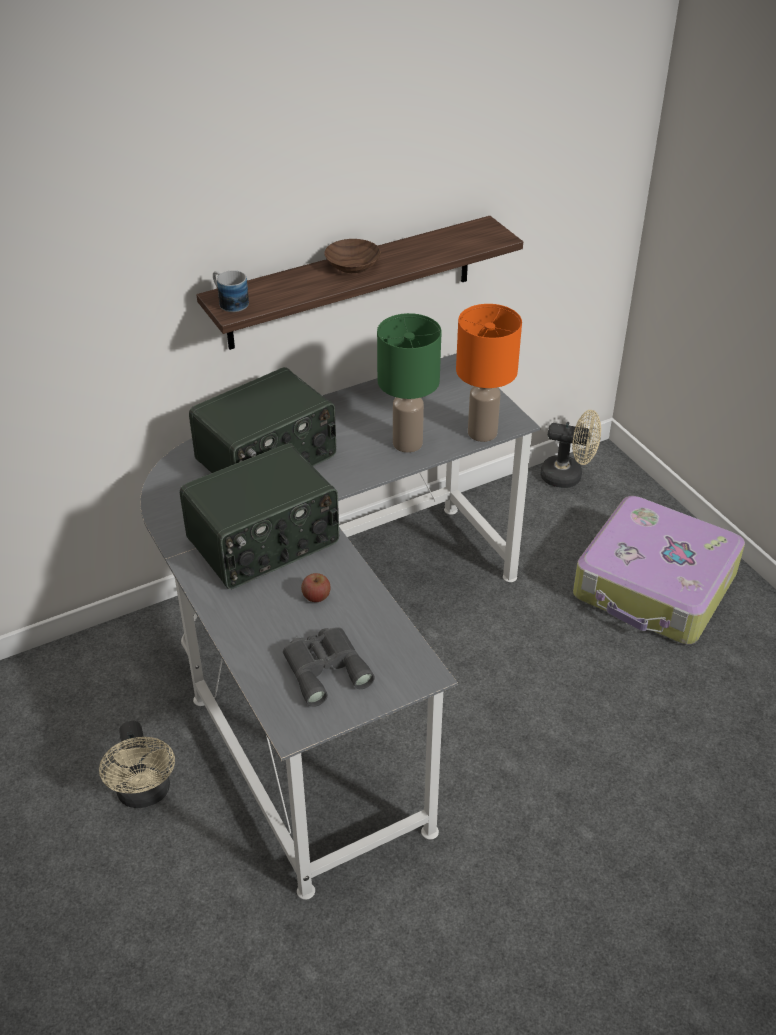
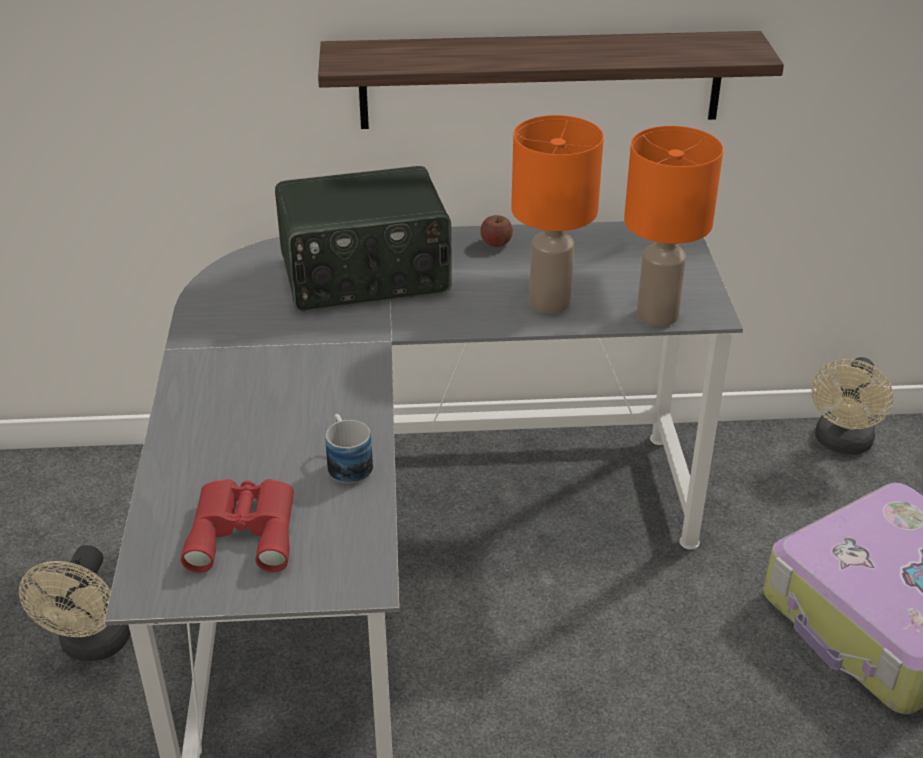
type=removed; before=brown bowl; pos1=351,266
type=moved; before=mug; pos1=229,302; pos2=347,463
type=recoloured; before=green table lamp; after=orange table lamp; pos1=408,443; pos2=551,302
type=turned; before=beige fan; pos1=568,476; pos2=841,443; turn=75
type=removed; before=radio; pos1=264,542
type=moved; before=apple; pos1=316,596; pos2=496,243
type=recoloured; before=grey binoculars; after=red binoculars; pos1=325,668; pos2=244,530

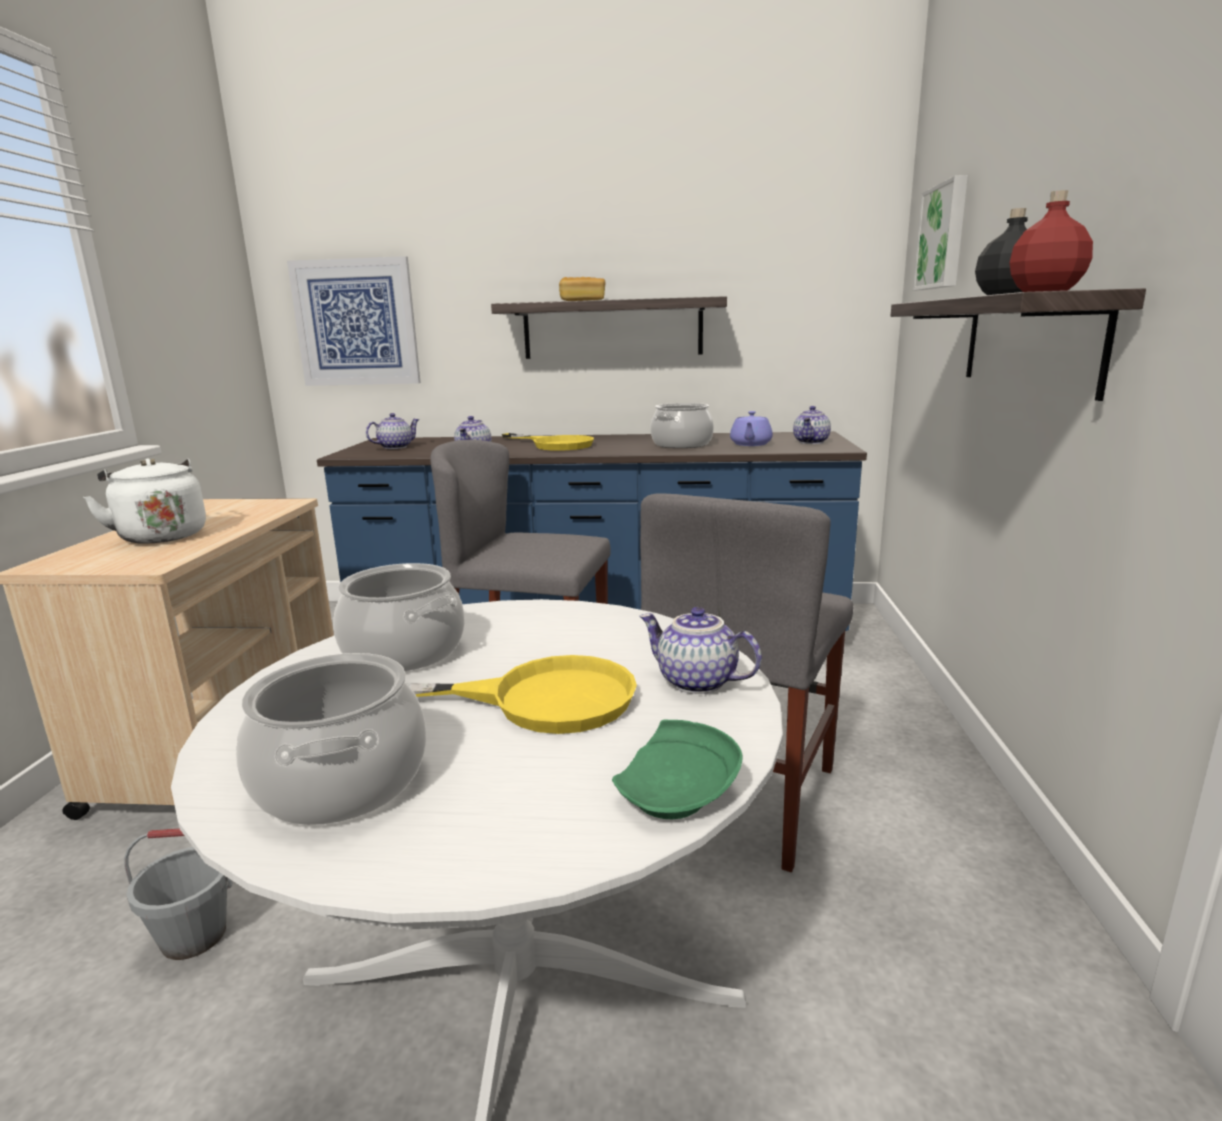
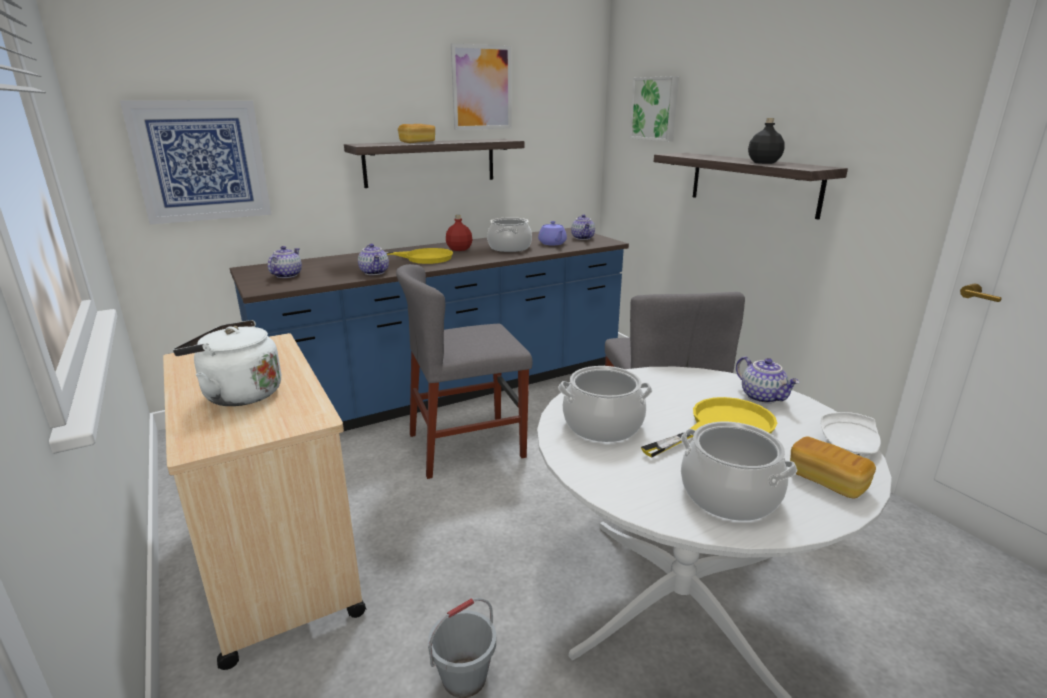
type=moved; before=red bottle; pos1=1043,291; pos2=459,249
type=turned; before=teapot; pos1=695,682; pos2=763,397; turn=-120
type=recoloured; before=green plate; after=white plate; pos1=678,793; pos2=850,445
type=added; after=picture; pos2=482,88
type=added; after=bread; pos2=826,481

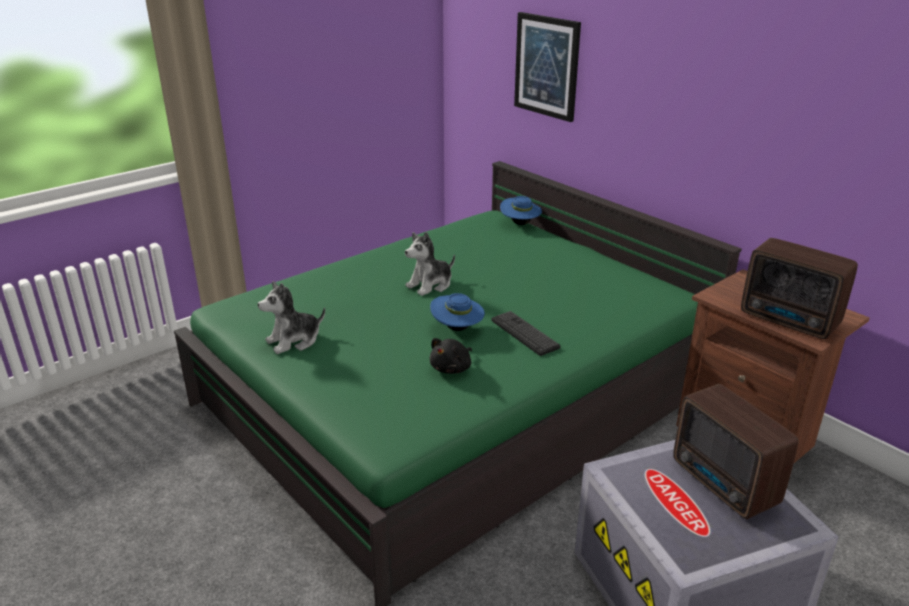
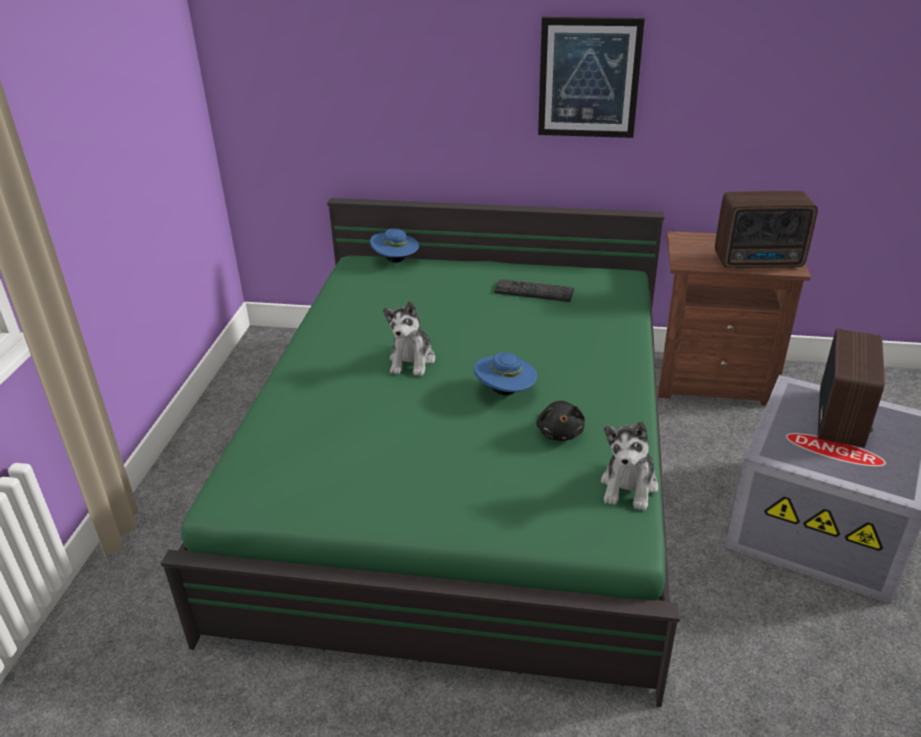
type=moved; before=picture; pos1=547,66; pos2=589,78
type=moved; before=plush toy; pos1=294,341; pos2=629,486
type=moved; before=keyboard; pos1=524,333; pos2=534,291
type=turned; before=radio; pos1=724,485; pos2=842,418; turn=-90

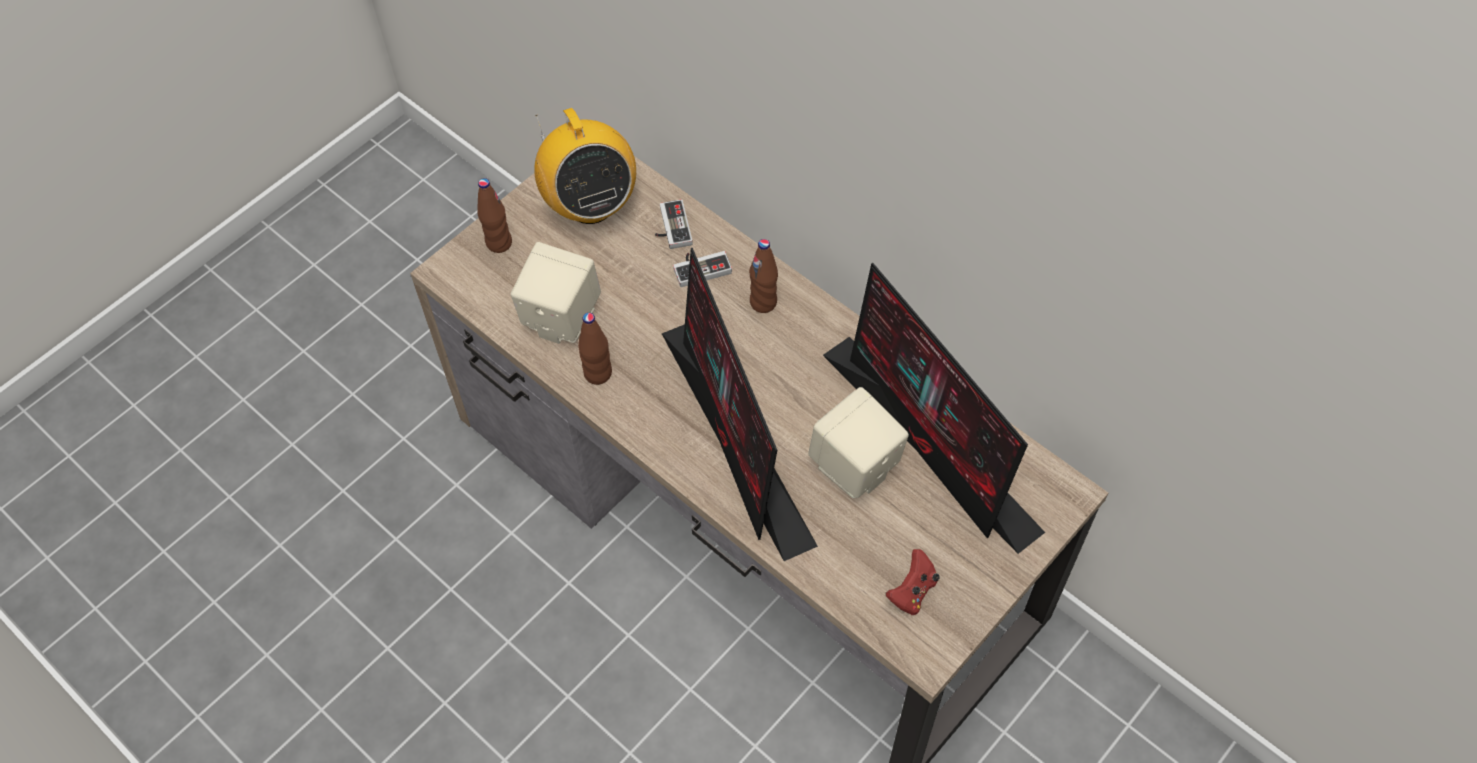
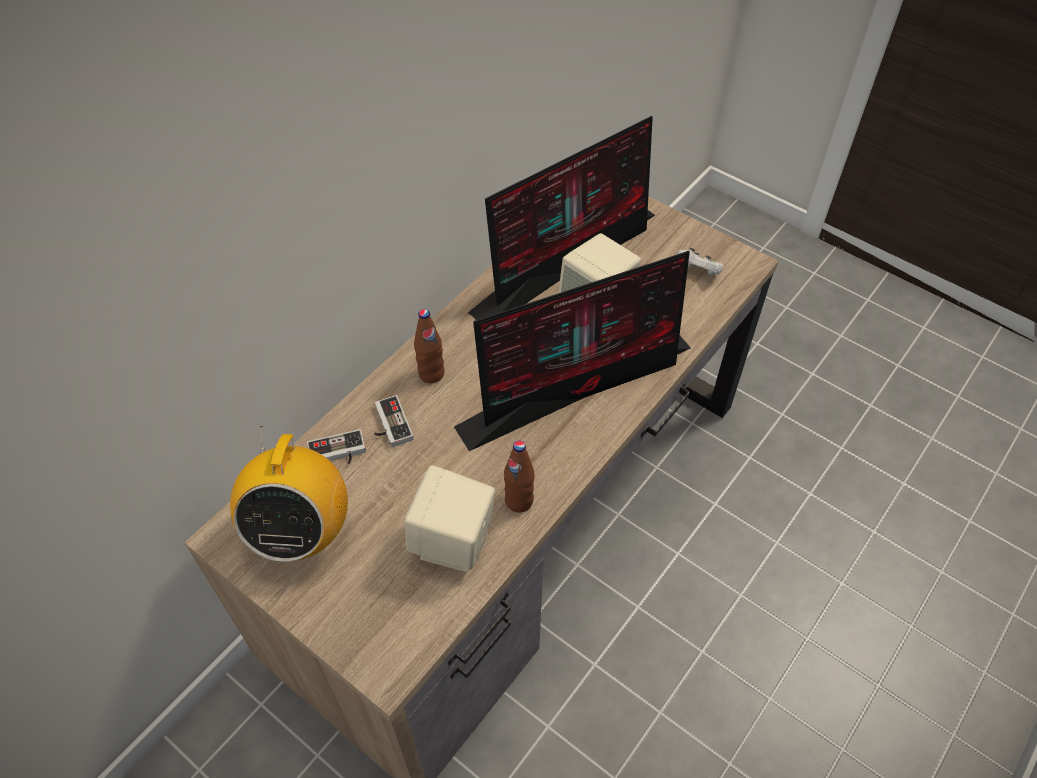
type=turned; before=radio; pos1=590,204; pos2=301,531; turn=120
type=removed; before=brown bottle; pos1=499,243
type=recoloured; before=red game controller; after=white game controller; pos1=912,591; pos2=698,271

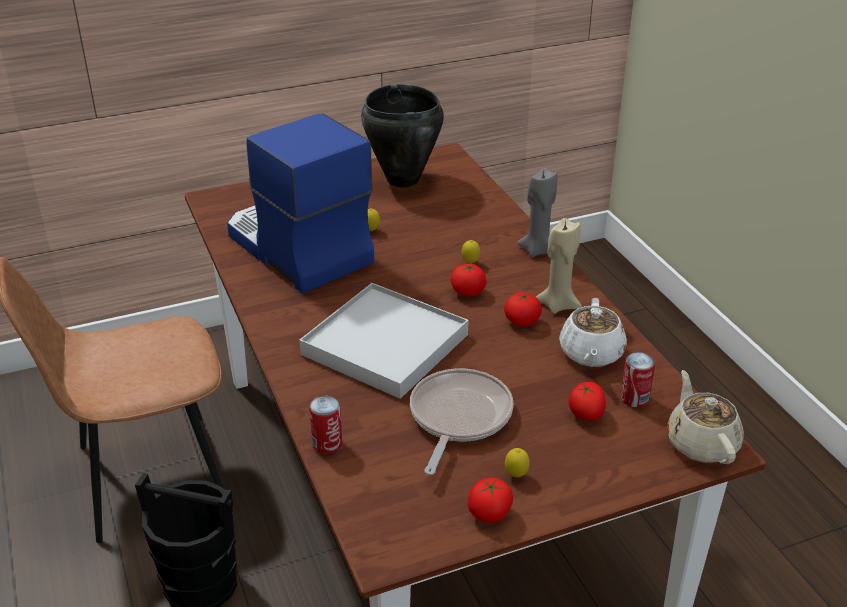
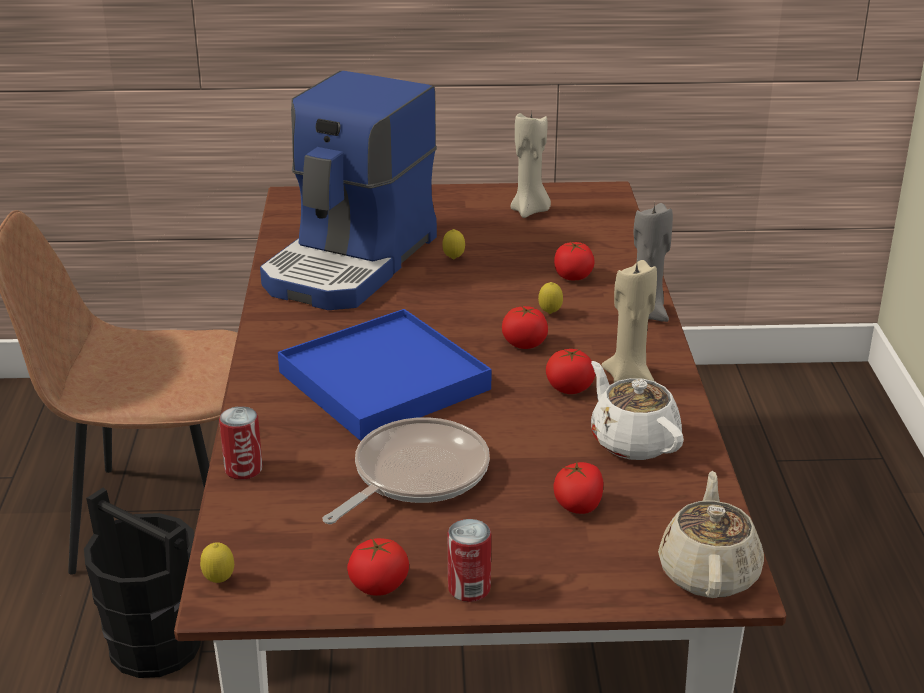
type=replaced; before=black cooking pot; after=beige candle; pos1=402,180; pos2=530,211
type=turned; before=coffee machine; pos1=296,249; pos2=352,263; turn=-135
type=recoloured; before=white tray; after=blue tray; pos1=385,344; pos2=384,380
type=turned; before=white teapot; pos1=591,354; pos2=633,441; turn=120
type=moved; before=can; pos1=634,398; pos2=469,588
type=moved; before=lemon; pos1=516,475; pos2=219,581
type=added; after=tomato; pos2=573,276

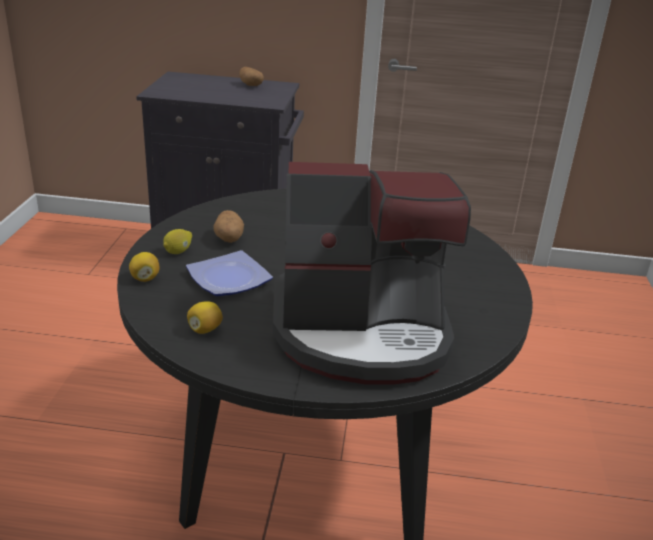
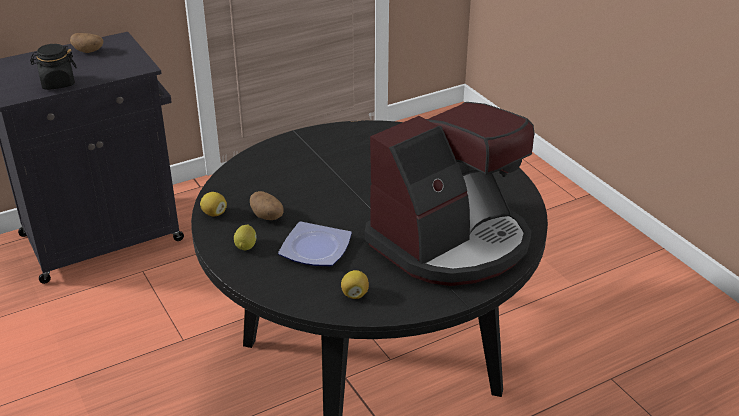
type=moved; before=lemon; pos1=145,278; pos2=214,213
type=added; after=black jar; pos2=57,83

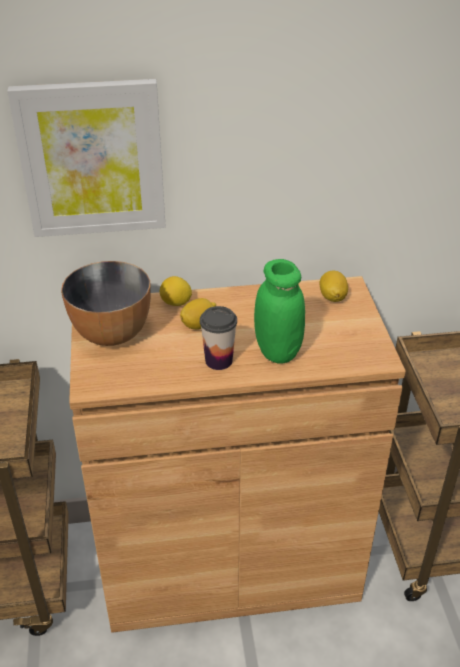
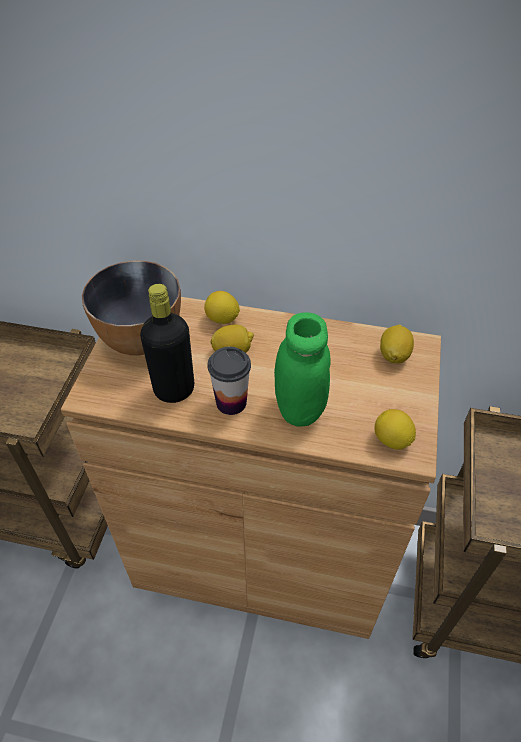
type=removed; before=picture; pos1=92,159
type=added; after=black bottle; pos2=174,390
type=added; after=lemon; pos2=391,440

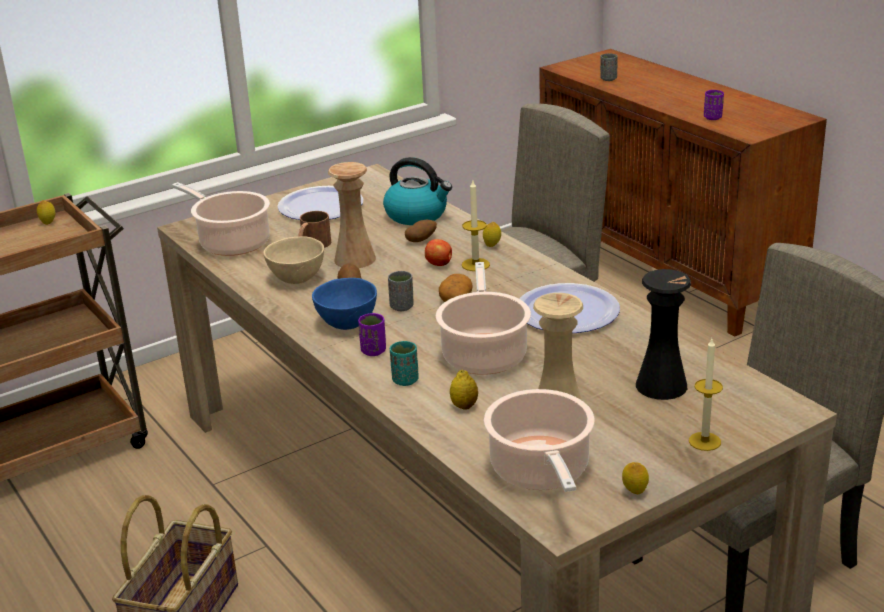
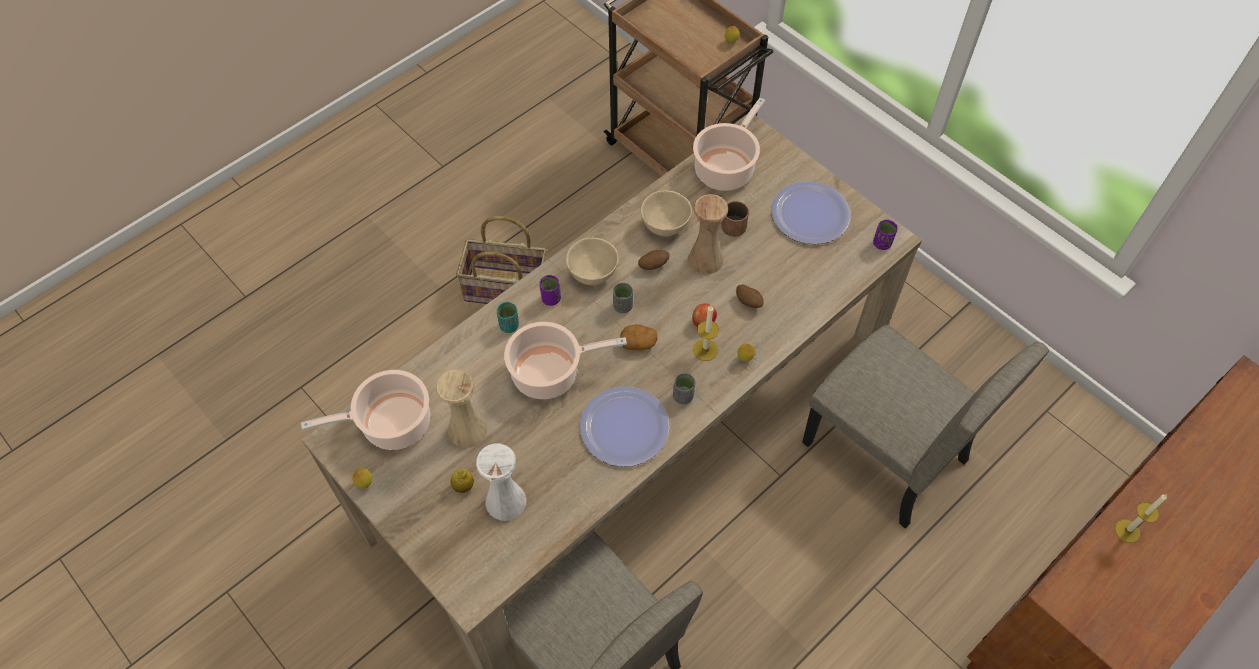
type=moved; before=grey cup; pos1=608,79; pos2=683,396
type=moved; before=purple cup; pos1=712,118; pos2=882,243
type=removed; before=kettle; pos1=417,215
type=recoloured; before=black vase; after=white vase; pos1=661,385; pos2=505,501
type=recoloured; before=blue bowl; after=beige bowl; pos1=347,323; pos2=593,274
type=moved; before=candle; pos1=704,441; pos2=1127,531
type=moved; before=lemon; pos1=464,406; pos2=463,486

